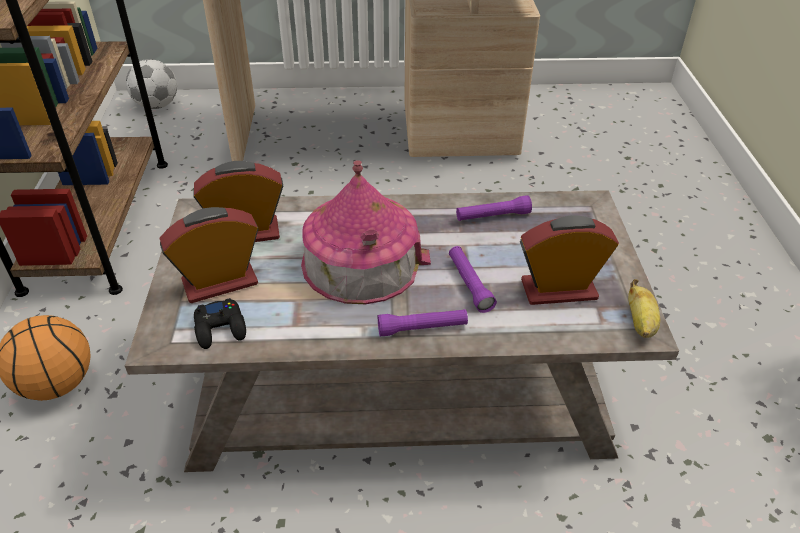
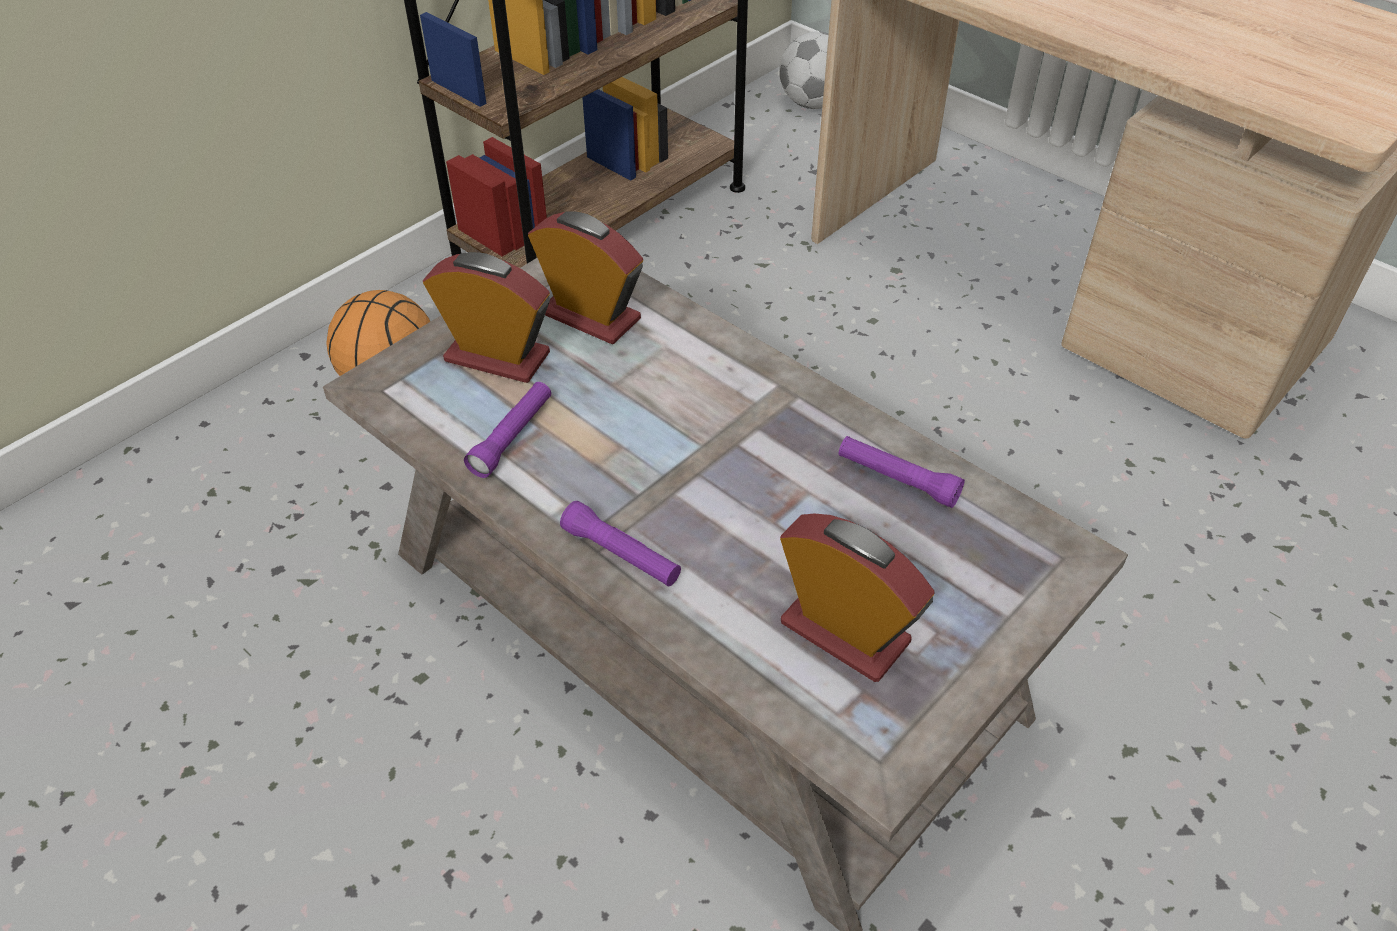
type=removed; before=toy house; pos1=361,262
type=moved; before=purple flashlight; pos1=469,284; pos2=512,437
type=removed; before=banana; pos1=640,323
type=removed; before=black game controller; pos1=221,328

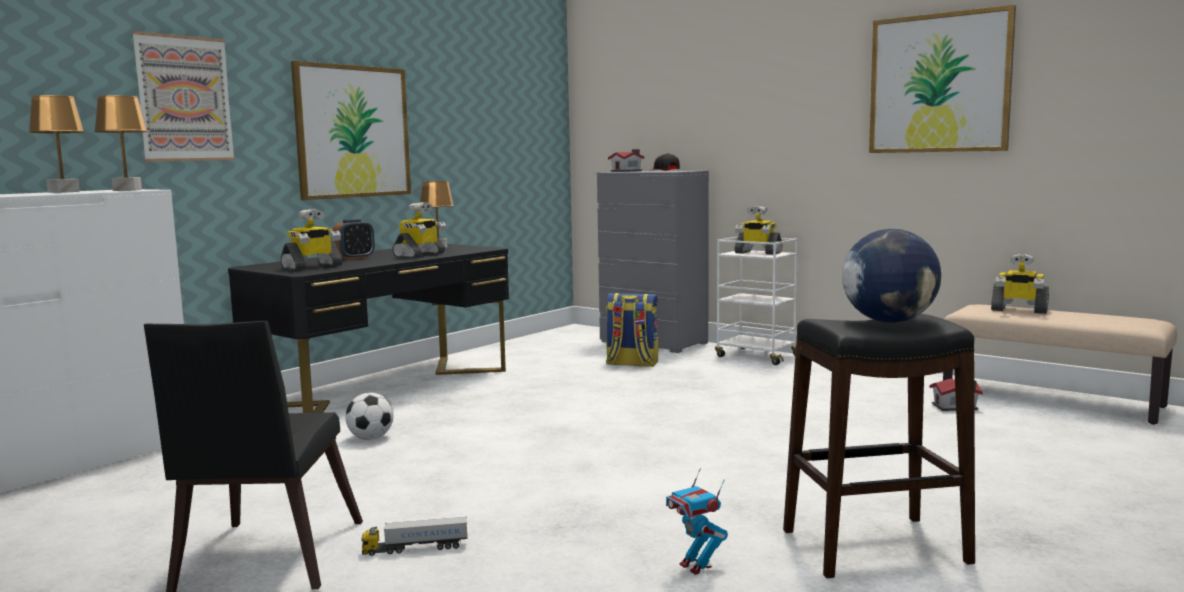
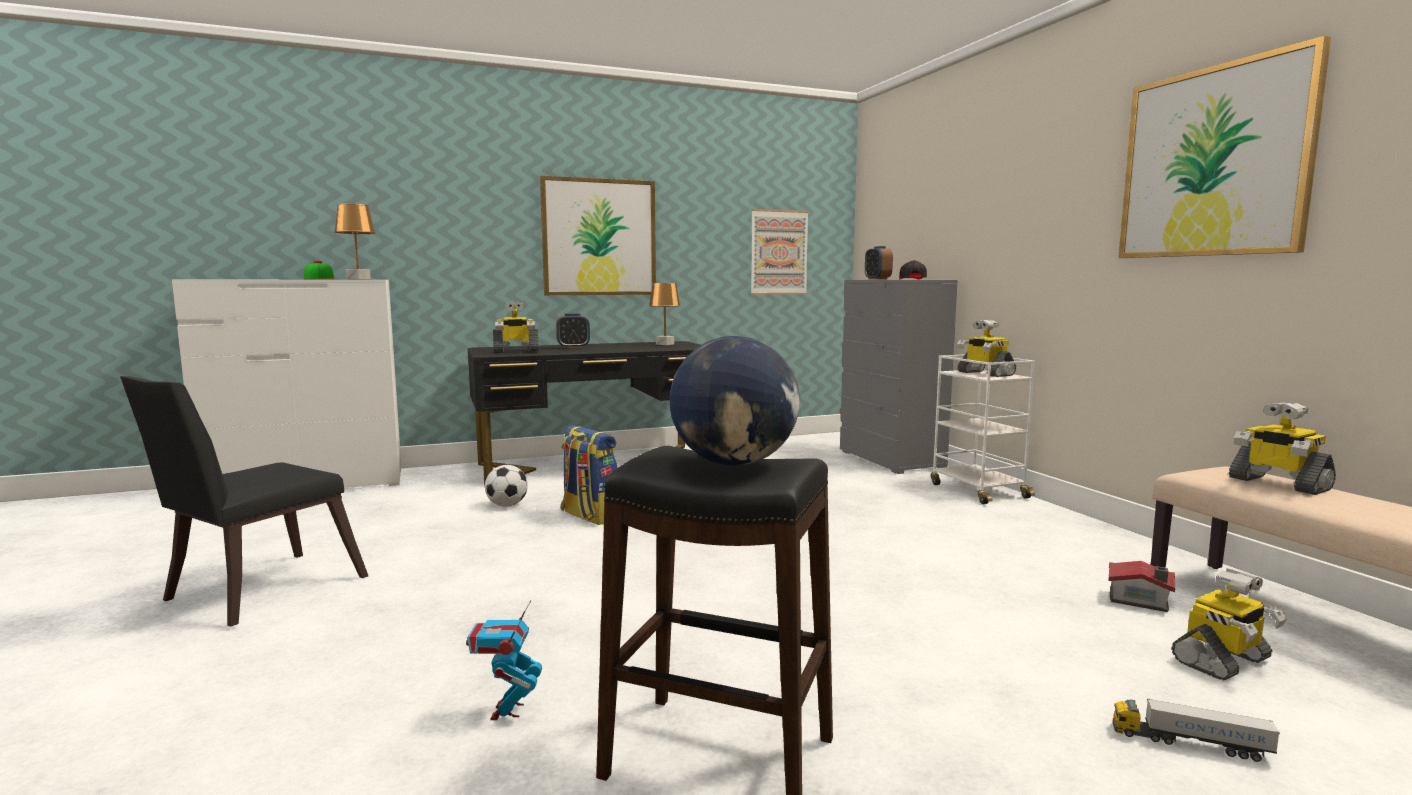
type=moved; before=picture; pos1=184,99; pos2=778,252
type=replaced; before=brown table lamp; after=cap; pos1=64,192; pos2=319,279
type=replaced; before=toy house; after=alarm clock; pos1=627,171; pos2=877,279
type=moved; before=toy robot; pos1=420,255; pos2=1222,661
type=moved; before=backpack; pos1=631,364; pos2=589,516
type=moved; before=toy truck; pos1=415,548; pos2=1189,743

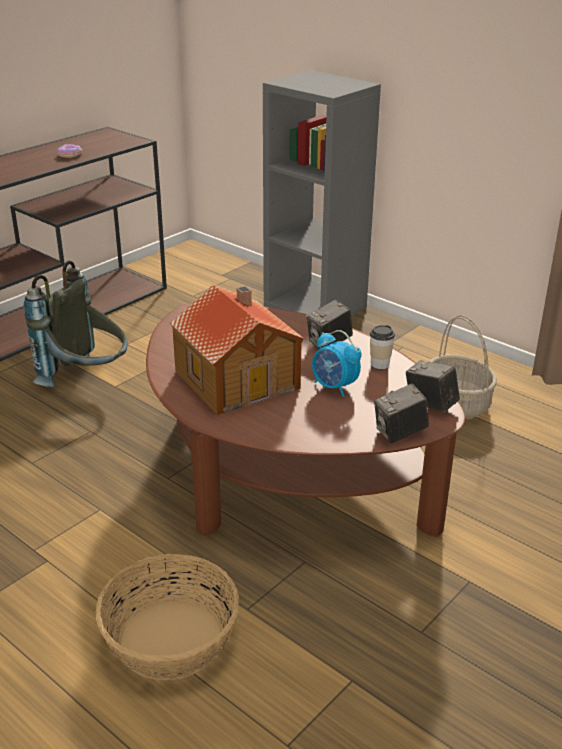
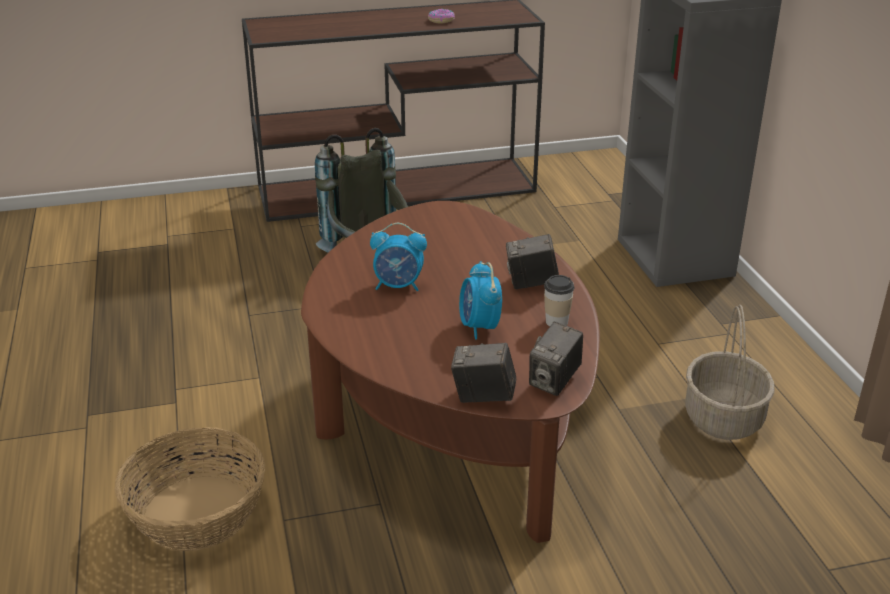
type=replaced; before=toy house; after=alarm clock; pos1=238,378; pos2=399,286
type=turned; before=photo camera; pos1=430,405; pos2=554,381; turn=-135

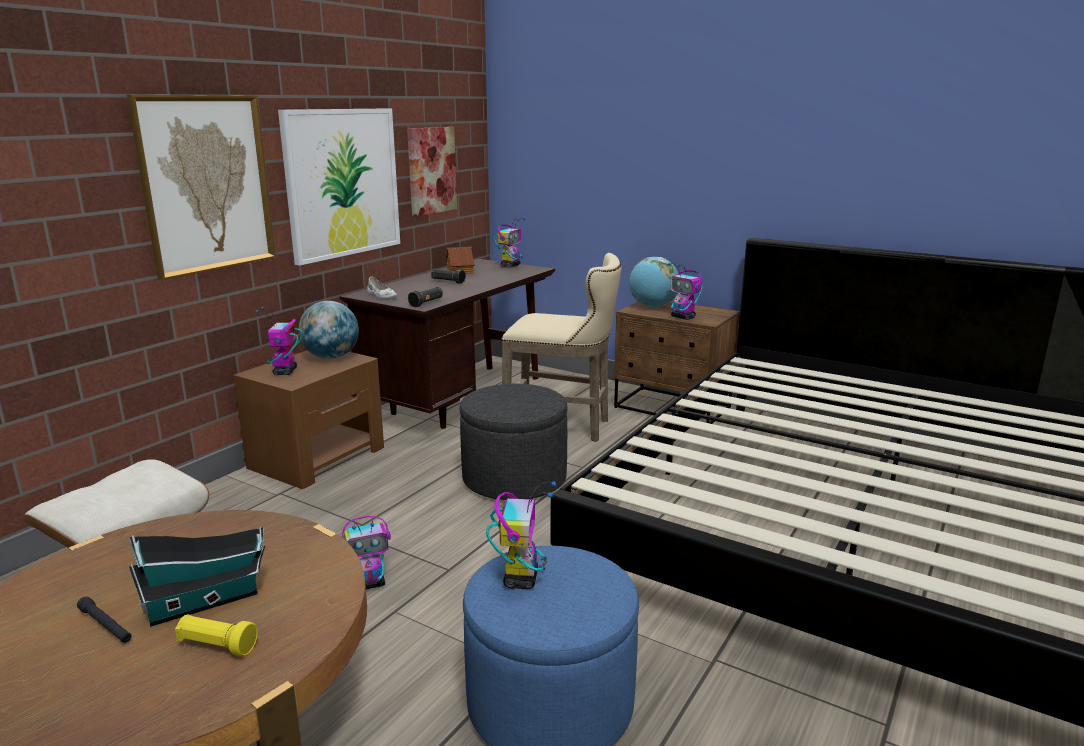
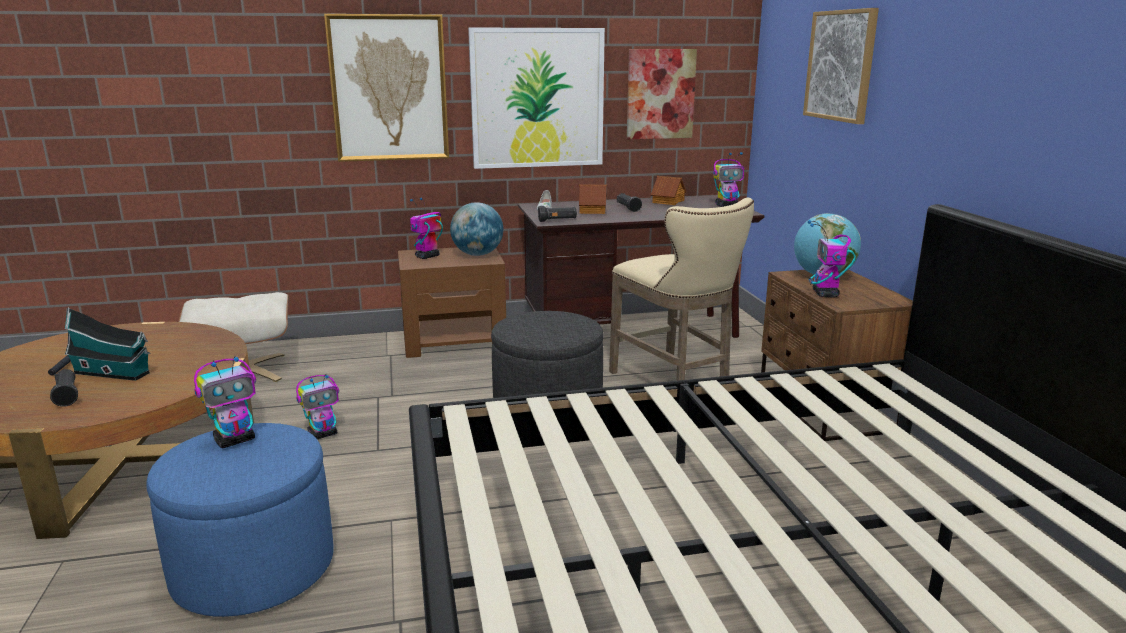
type=turned; before=toy robot; pos1=370,583; pos2=323,434; turn=-60
type=recoloured; before=yellow flashlight; after=black flashlight; pos1=217,645; pos2=67,396
type=added; after=picture; pos2=841,65
type=added; after=toy house; pos2=593,210

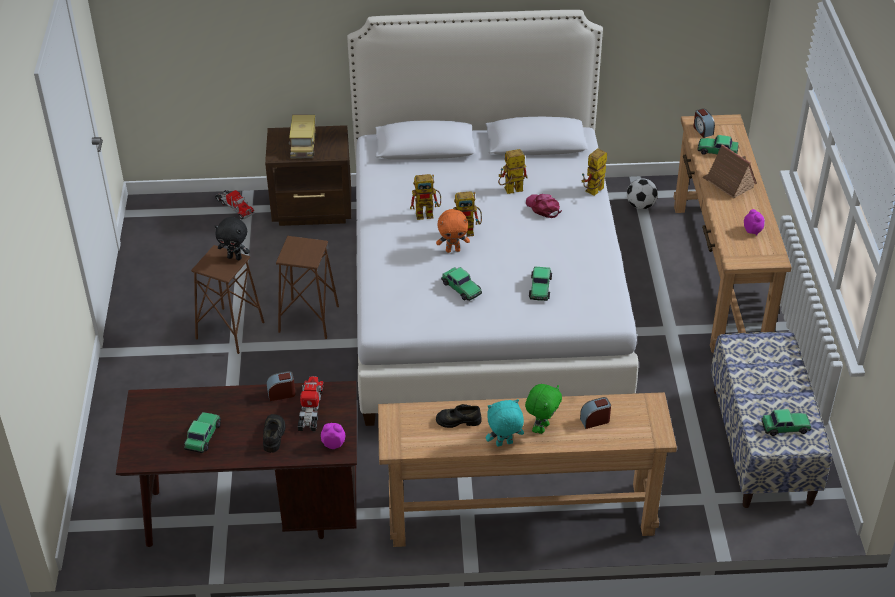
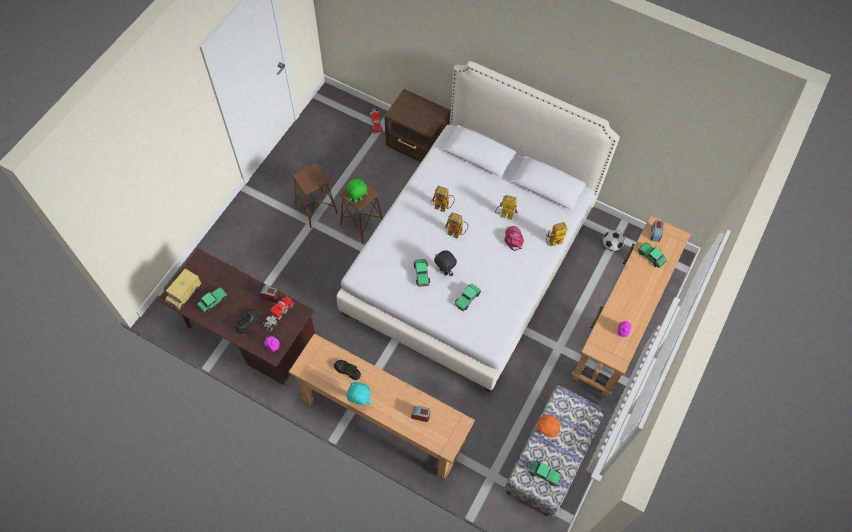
type=moved; before=toy truck; pos1=303,145; pos2=184,293
type=removed; before=toy house; pos1=728,183
type=moved; before=orange plush toy; pos1=453,250; pos2=545,432
type=moved; before=black plush toy; pos1=235,257; pos2=444,271
type=moved; before=green plush toy; pos1=542,427; pos2=358,200

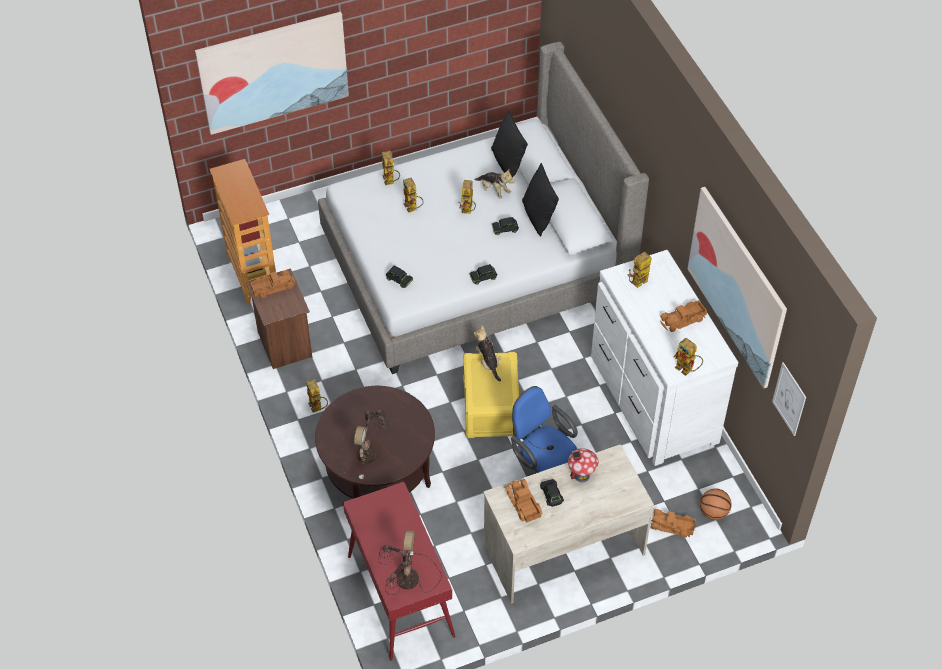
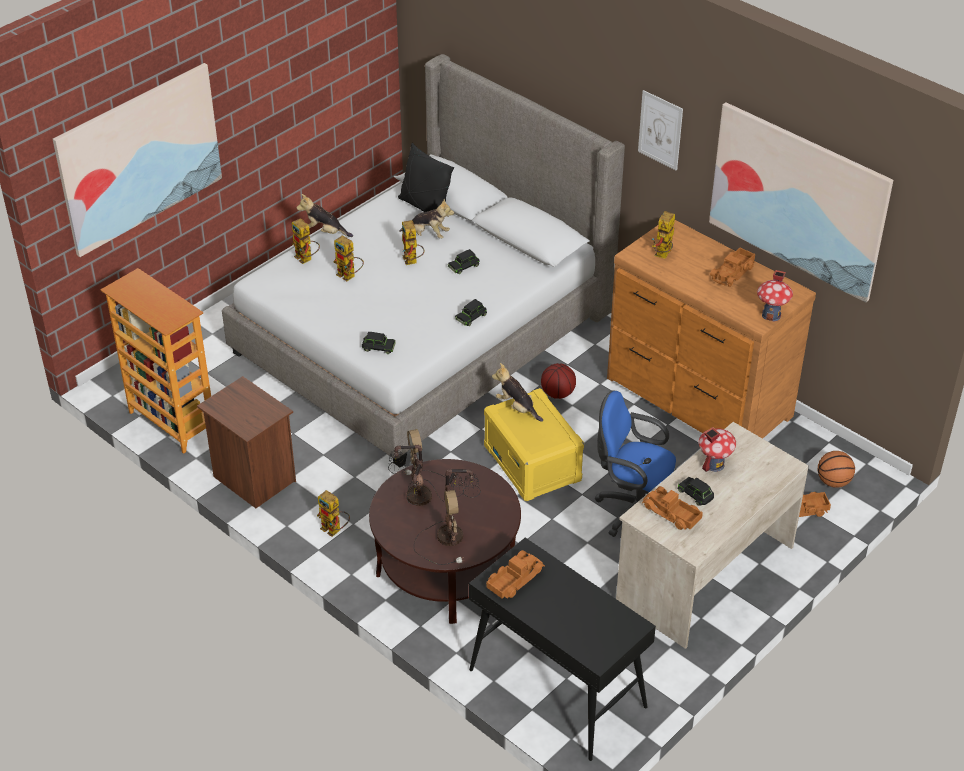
type=removed; before=black pillow; pos1=537,217
type=recoloured; before=white dresser; after=brown dresser; pos1=652,399; pos2=697,399
type=moved; before=toy truck; pos1=272,287; pos2=514,579
type=replaced; before=toy robot; after=toy house; pos1=687,369; pos2=771,315
type=moved; before=picture; pos1=789,399; pos2=660,130
type=recoloured; before=red console table; after=black console table; pos1=400,595; pos2=556,688
type=moved; before=table lamp; pos1=406,580; pos2=418,498
type=added; after=plush toy; pos2=324,232
type=added; after=basketball; pos2=557,393

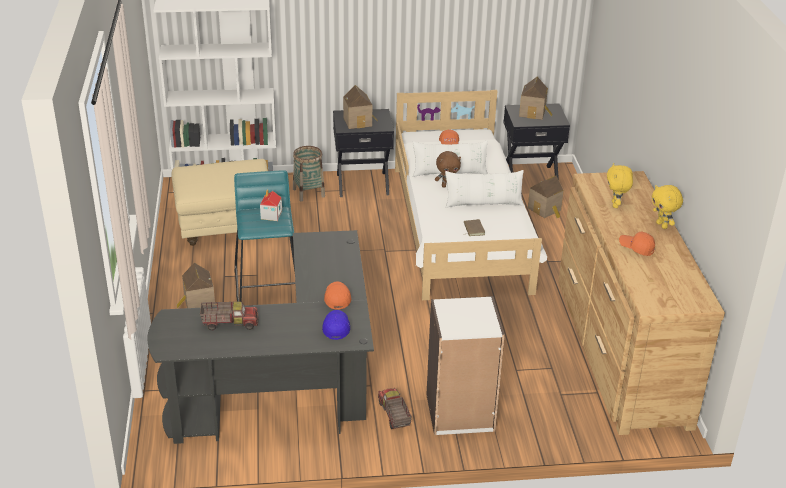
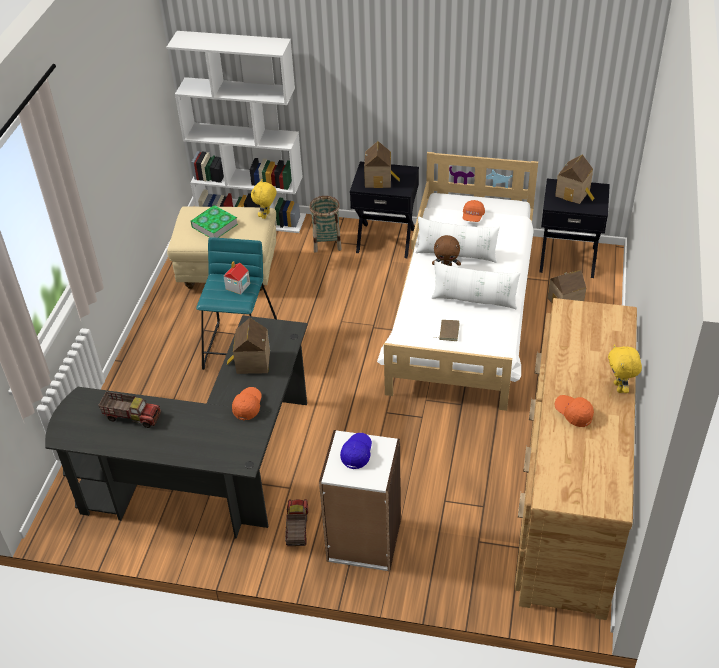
type=moved; before=yellow plush toy; pos1=616,205; pos2=266,215
type=moved; before=toy house; pos1=198,303; pos2=251,362
type=moved; before=blue cap; pos1=336,328; pos2=357,454
type=added; after=book; pos2=214,225

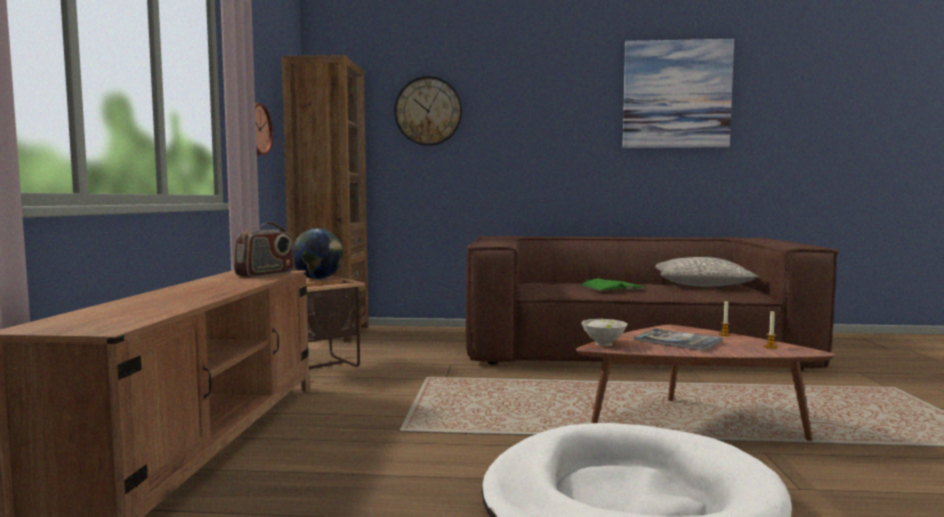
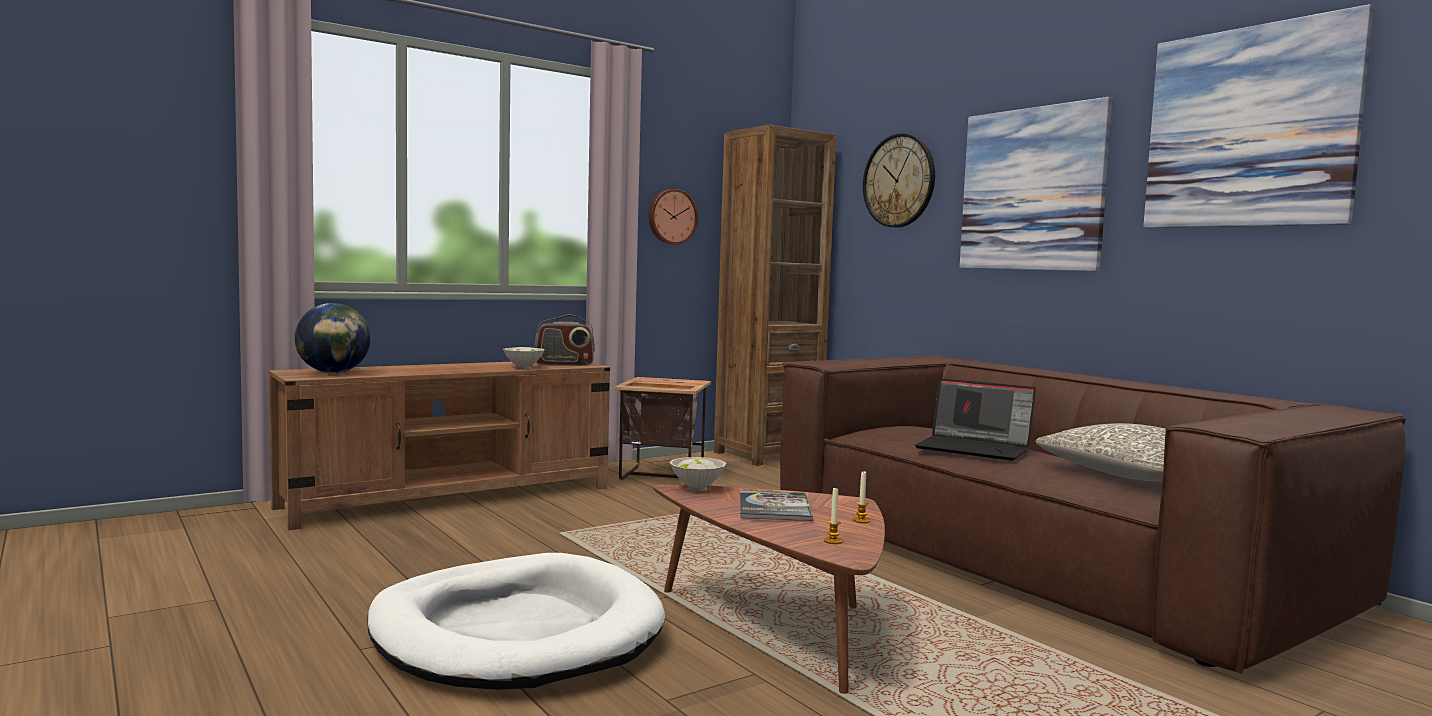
type=moved; before=globe; pos1=318,279; pos2=333,373
type=replaced; before=green book; after=laptop; pos1=612,287; pos2=975,449
type=added; after=picture; pos2=1032,189
type=added; after=white bowl; pos2=523,368

